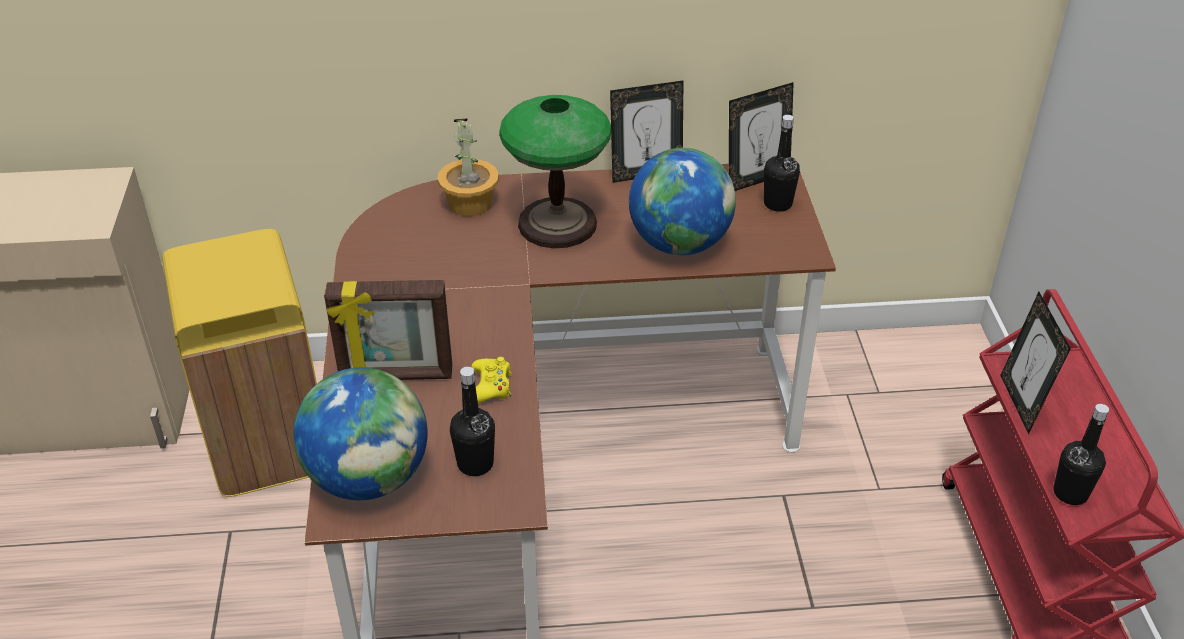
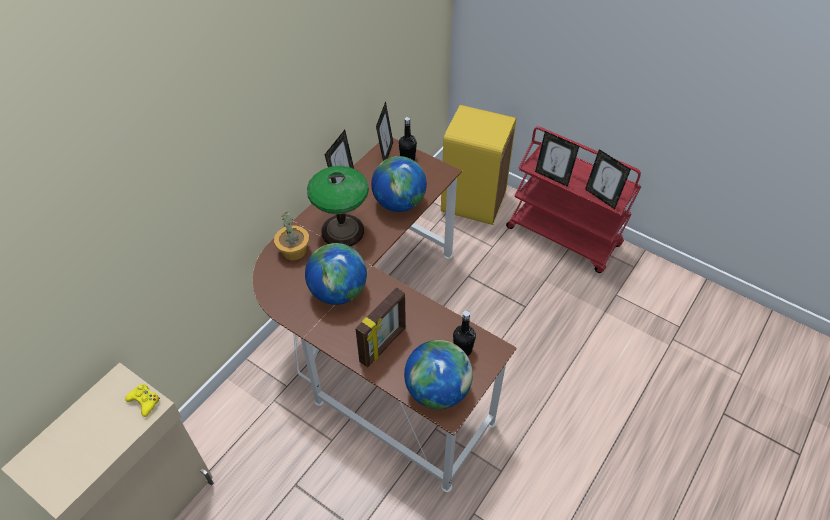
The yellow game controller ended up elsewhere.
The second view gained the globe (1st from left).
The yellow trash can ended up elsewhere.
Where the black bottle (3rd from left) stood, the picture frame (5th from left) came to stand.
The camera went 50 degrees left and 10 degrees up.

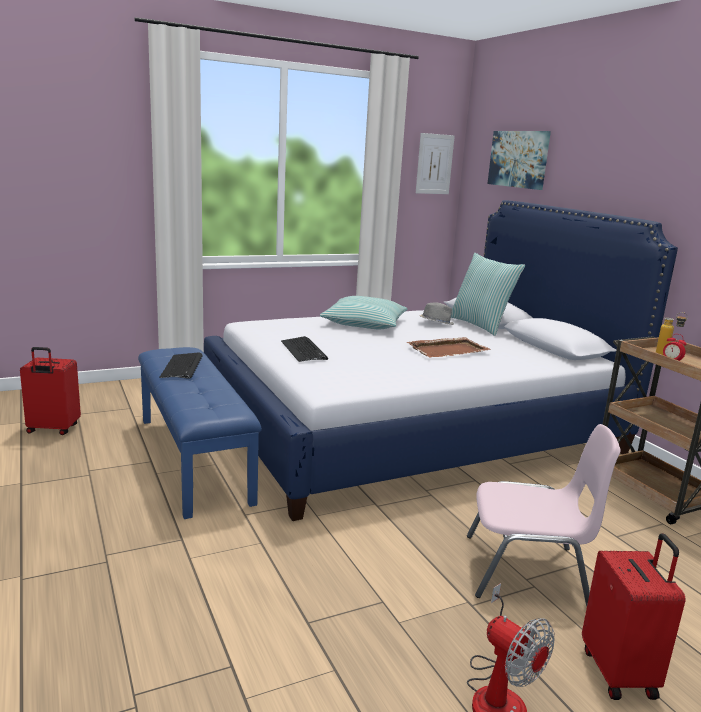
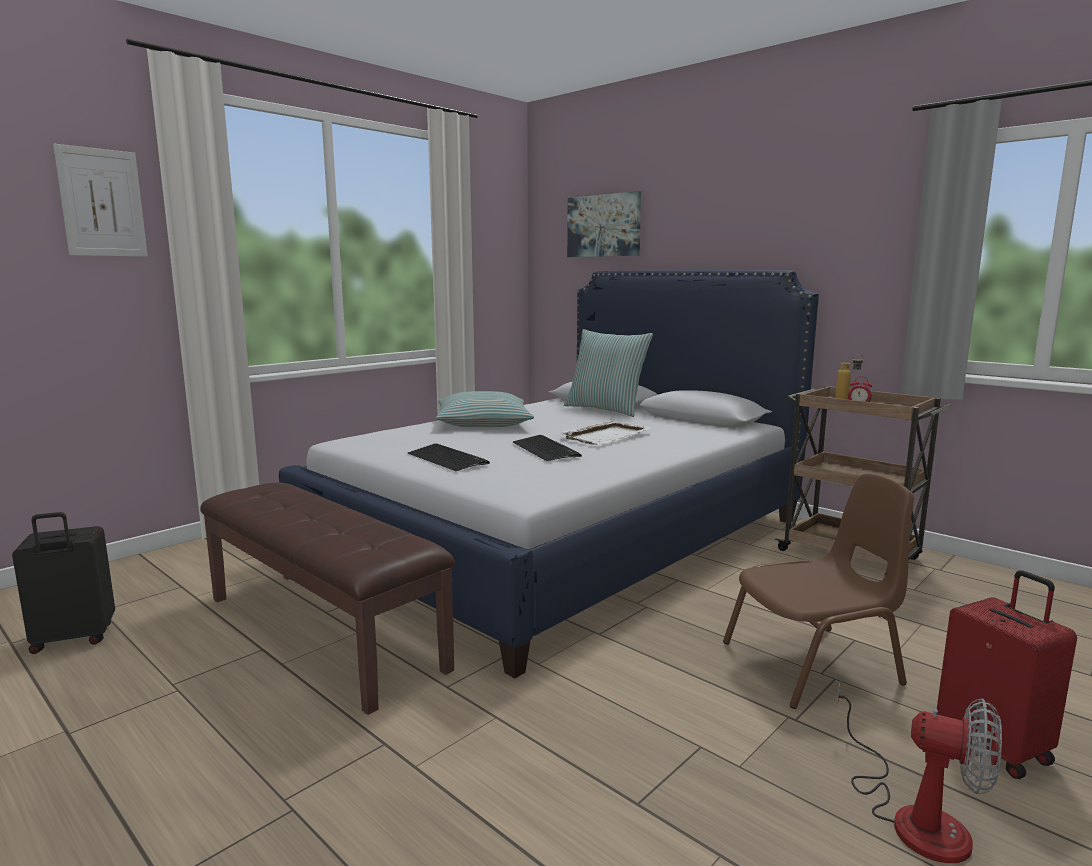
What was the red suitcase (1st from left) turned into the black suitcase.
The picture (1st from left) ended up elsewhere.
What was the blue bench turned into the brown bench.
The keyboard (1st from left in the first image) ended up elsewhere.
What was the brown tray turned into the white tray.
What was the pink chair turned into the brown chair.
The second view lost the grey hat.
The camera went 20 degrees left and 5 degrees down.

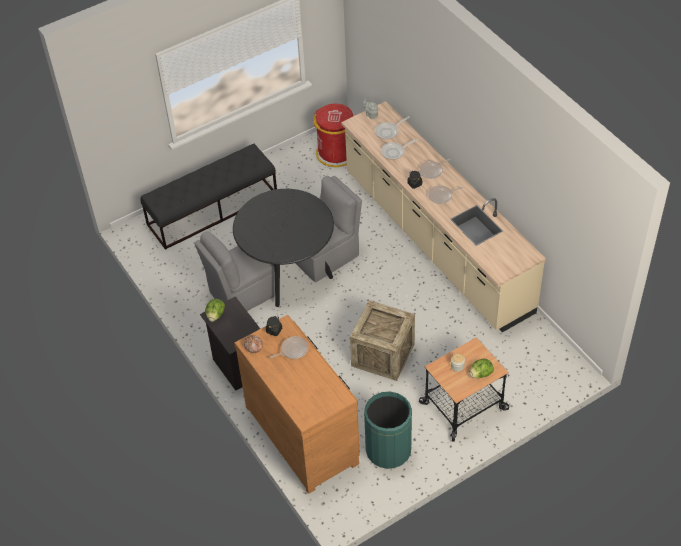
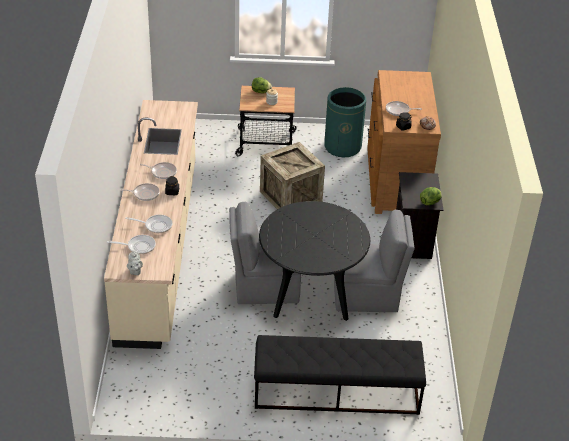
The second view lost the red trash can.
The camera went 150 degrees left and 10 degrees down.

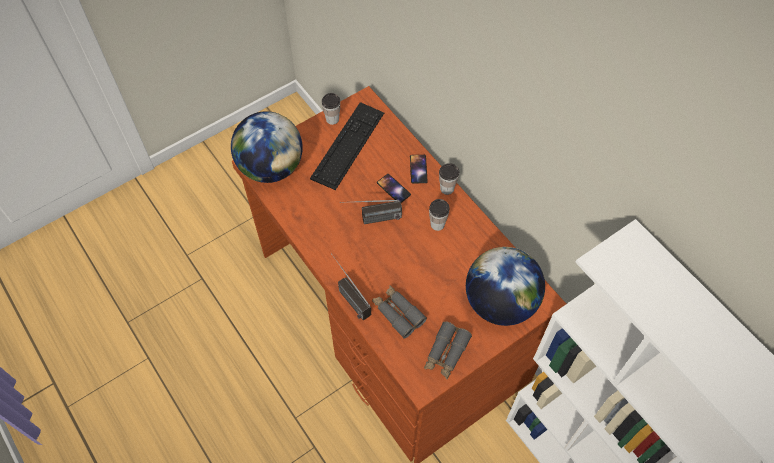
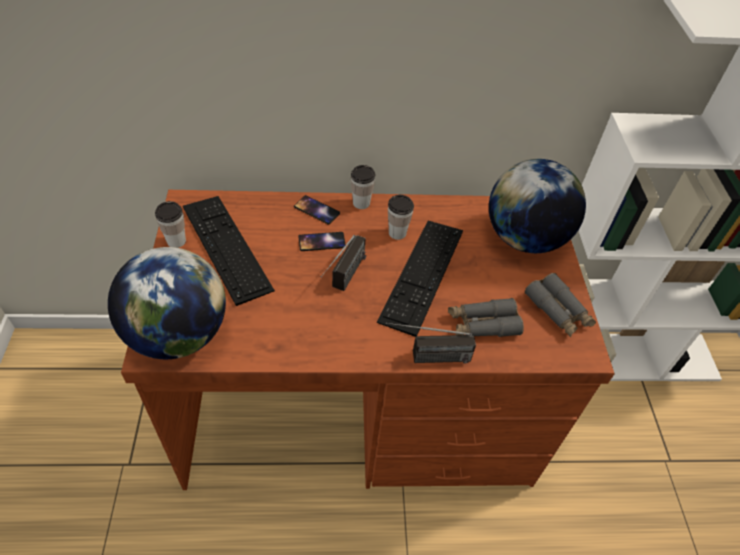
The second view gained the keyboard (2nd from left).
The camera went 60 degrees left and 10 degrees down.

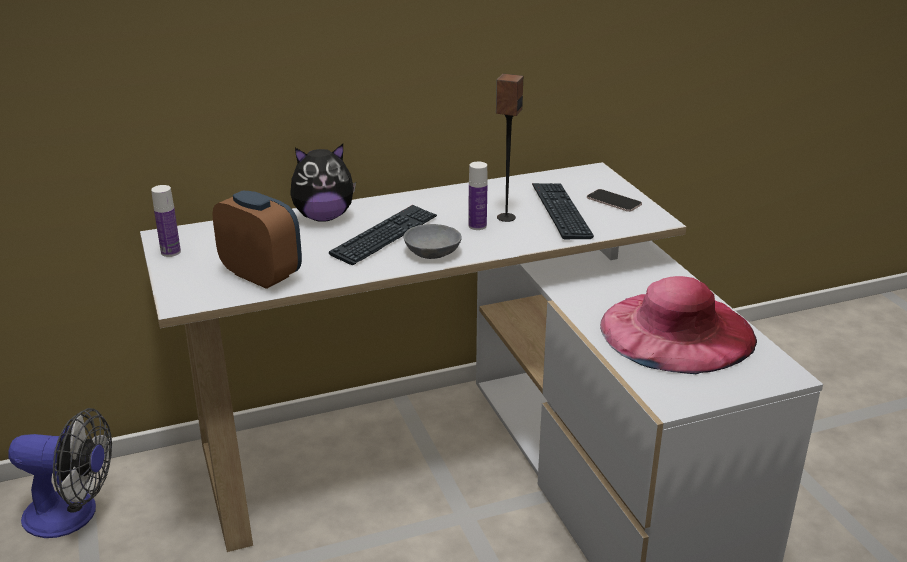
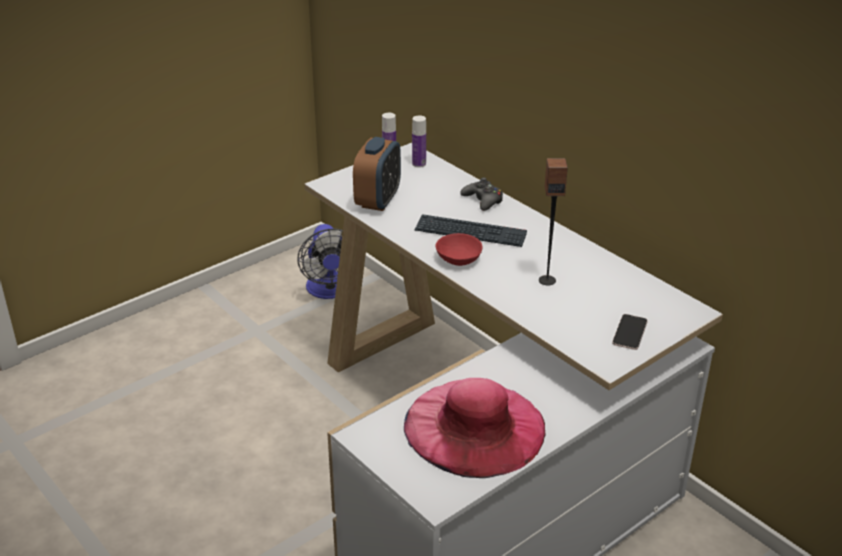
The bottle (2nd from left) ended up elsewhere.
What was the grey bowl turned into the red bowl.
Where the plush toy stood, the black game controller came to stand.
The second view lost the keyboard (2nd from left).
The camera went 70 degrees right and 5 degrees up.

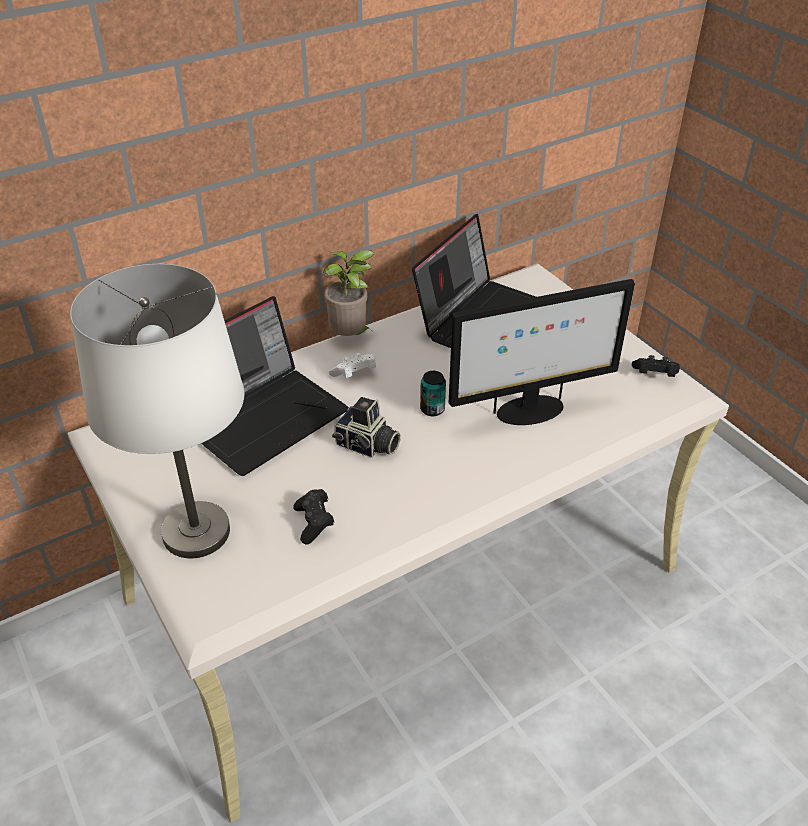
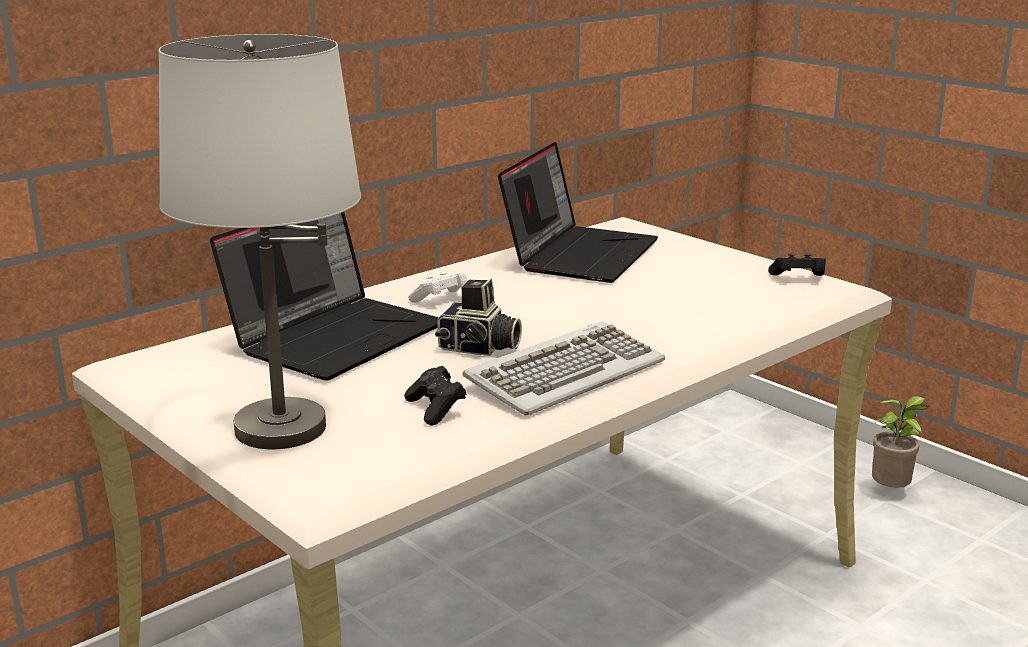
The second view gained the keyboard.
The potted plant ended up elsewhere.
The second view lost the can.
The second view lost the monitor.
The camera went 10 degrees left and 20 degrees down.

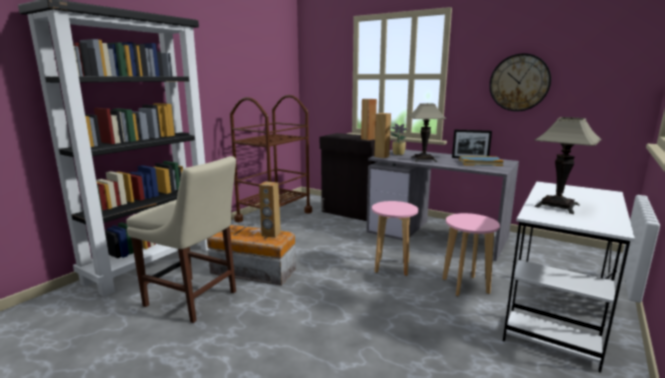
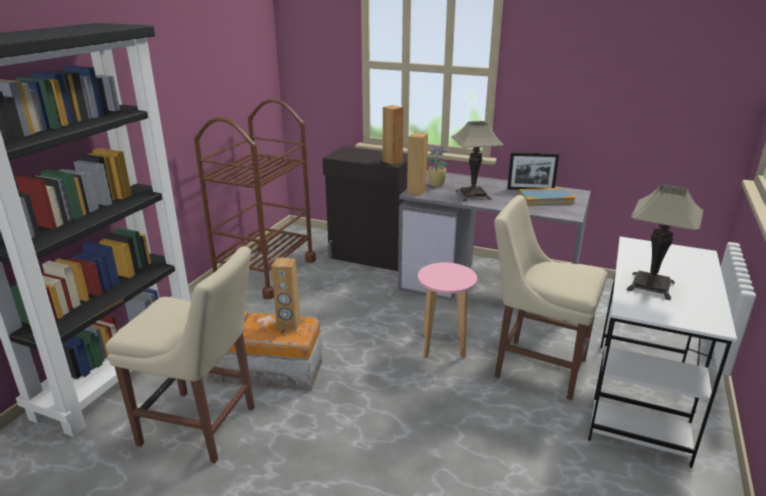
Where the pink stool (2nd from left) stood, the beige chair (2nd from left) came to stand.
The second view lost the wall clock.
The camera went 10 degrees left and 10 degrees up.

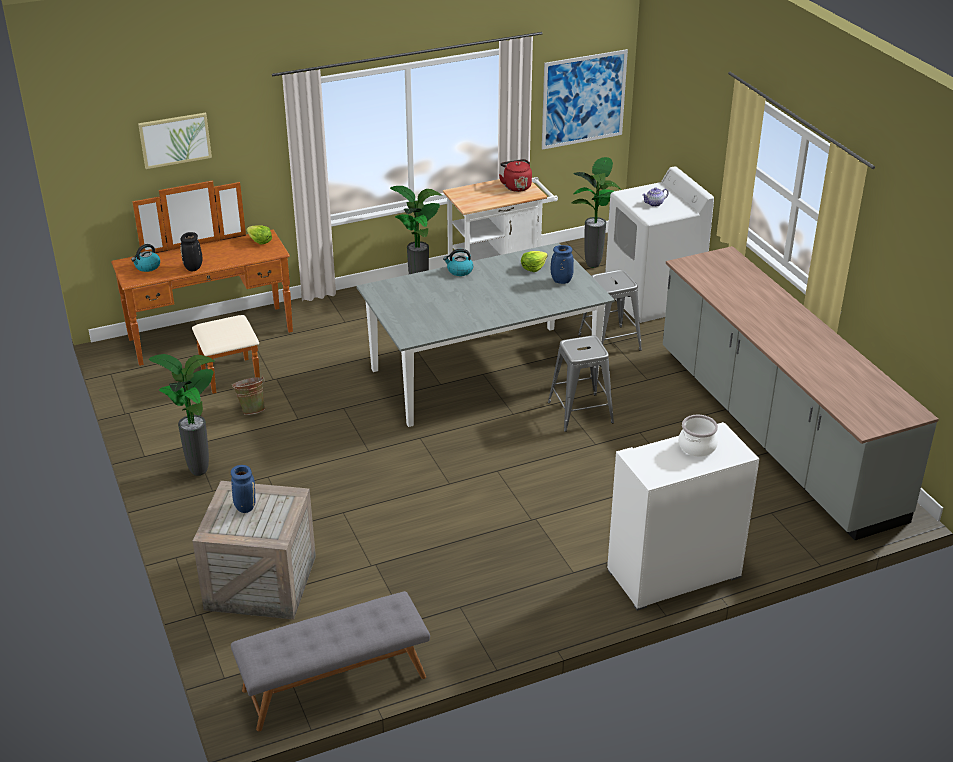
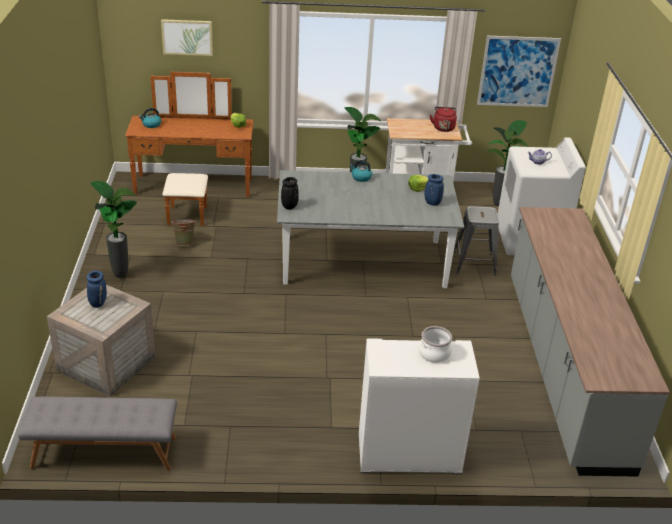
The black vase ended up elsewhere.
The second view lost the grey stool (1st from left).
The camera went 20 degrees right and 0 degrees up.

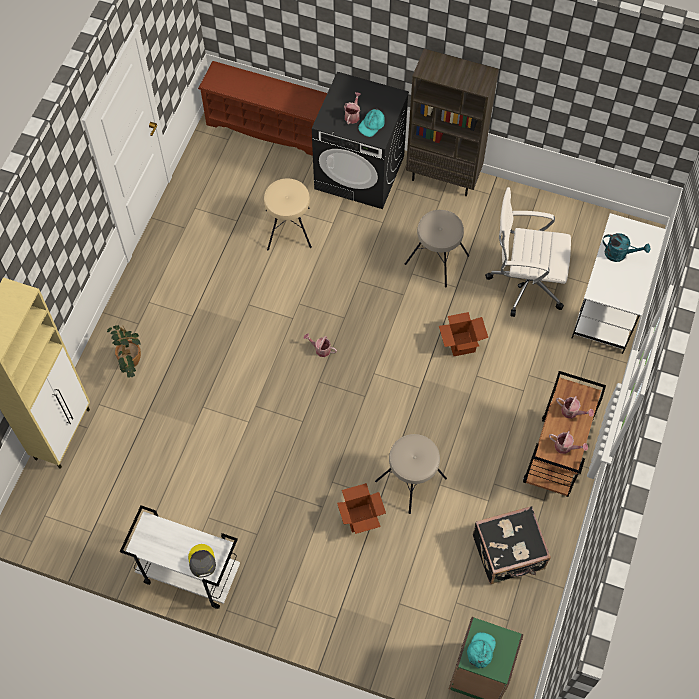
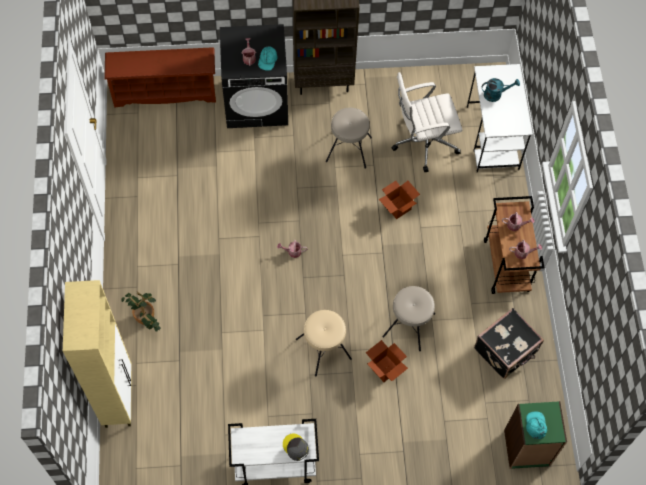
The beige stool (1st from left) ended up elsewhere.
The camera went 25 degrees left and 0 degrees up.

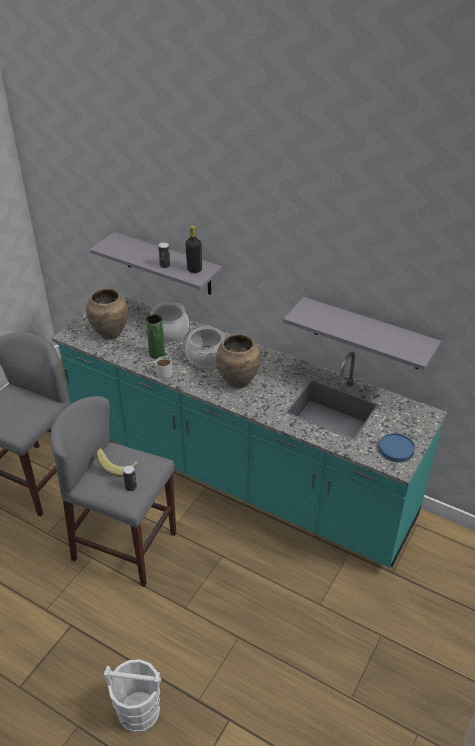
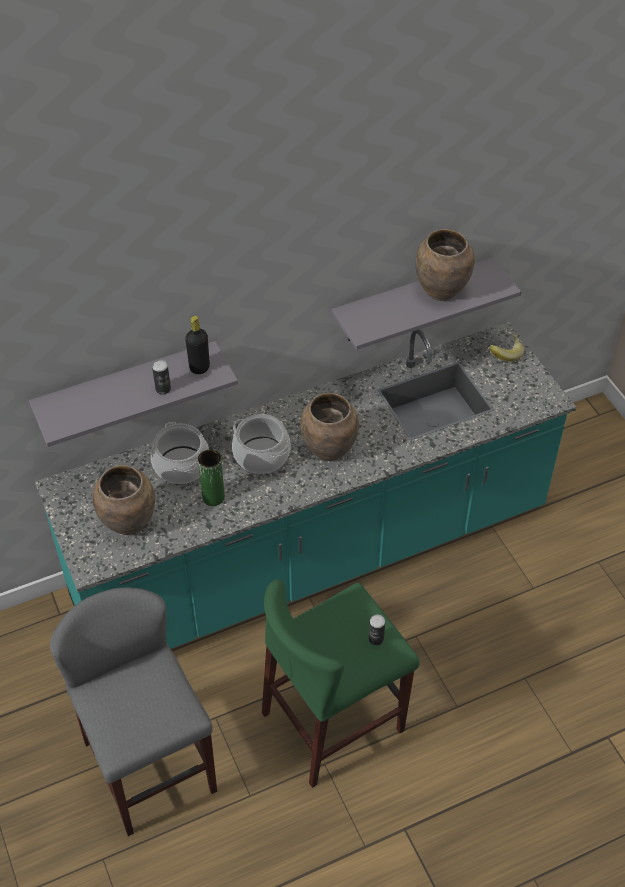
What was the grey stool (2nd from left) turned into the green stool.
The second view gained the brown vase (3rd from left).
The banana ended up elsewhere.
The second view lost the white bucket.
The second view lost the white mug.
The second view lost the blue plate.
The camera went 55 degrees left and 10 degrees up.

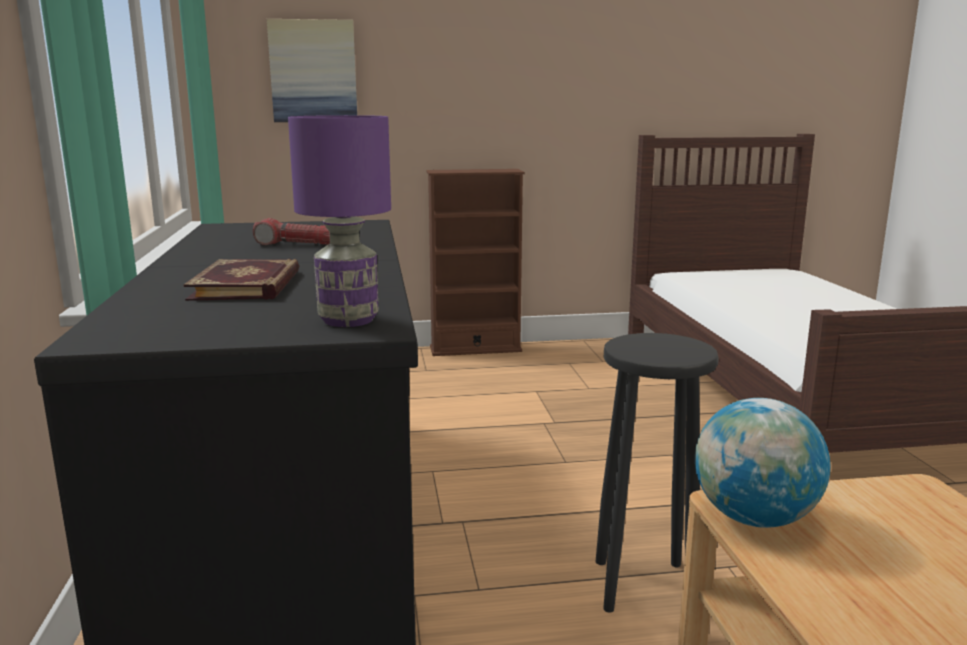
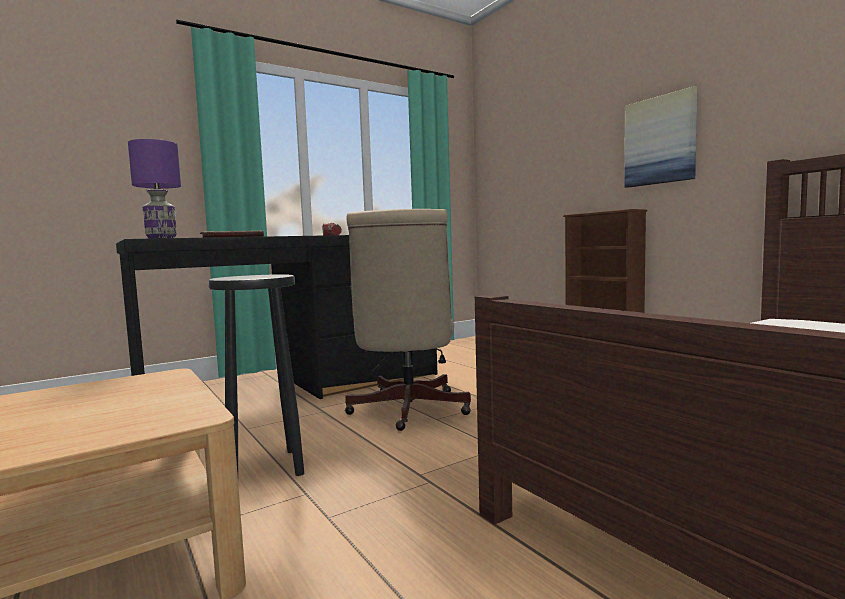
The second view gained the beige office chair.
The picture ended up elsewhere.
The second view lost the globe.
The camera went 65 degrees right and 10 degrees down.

